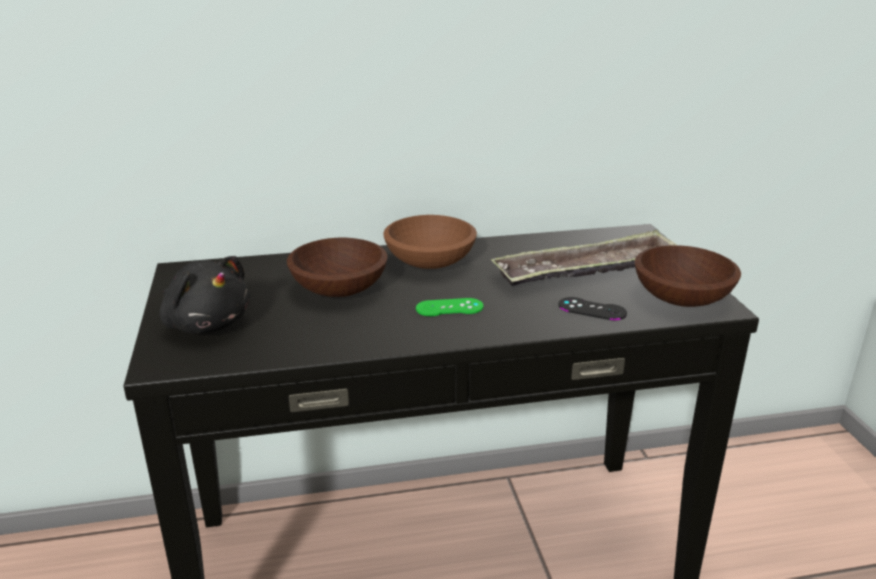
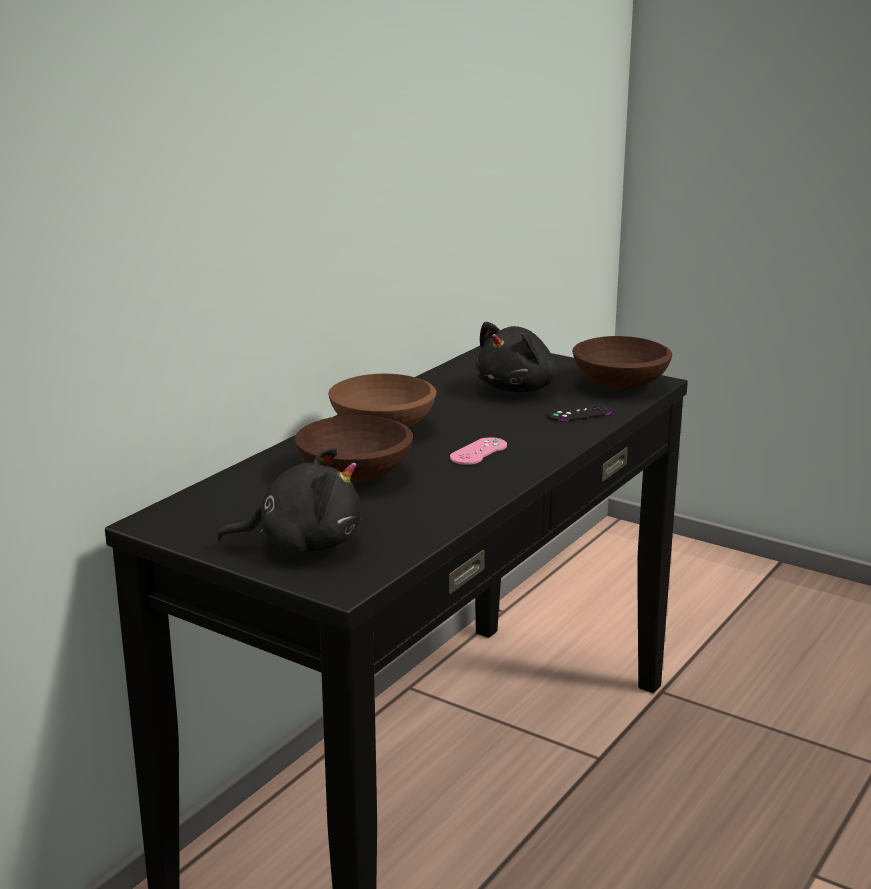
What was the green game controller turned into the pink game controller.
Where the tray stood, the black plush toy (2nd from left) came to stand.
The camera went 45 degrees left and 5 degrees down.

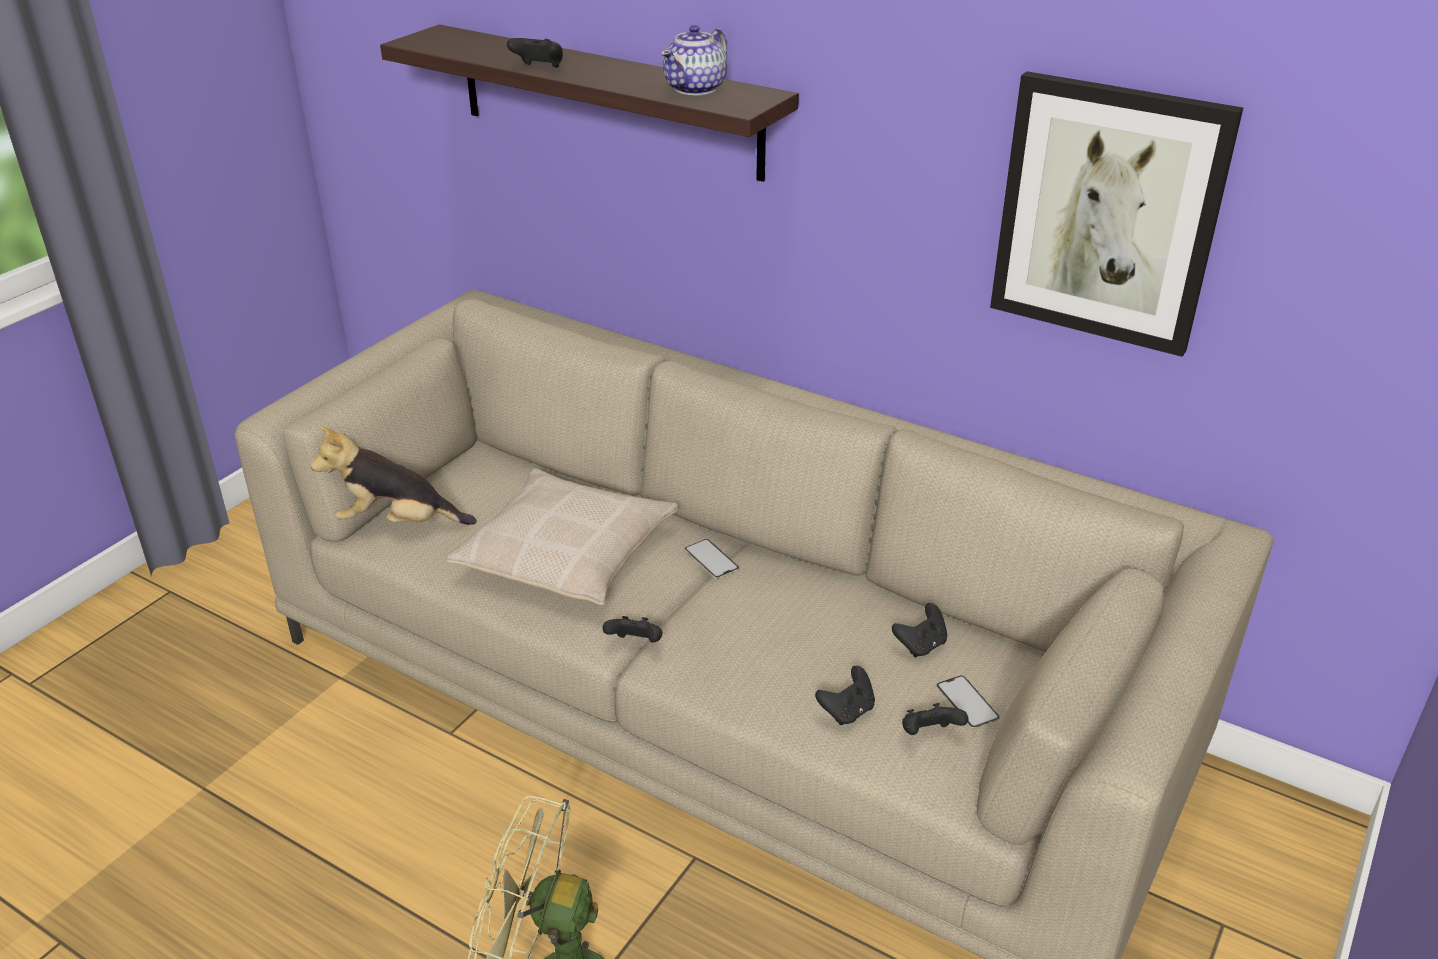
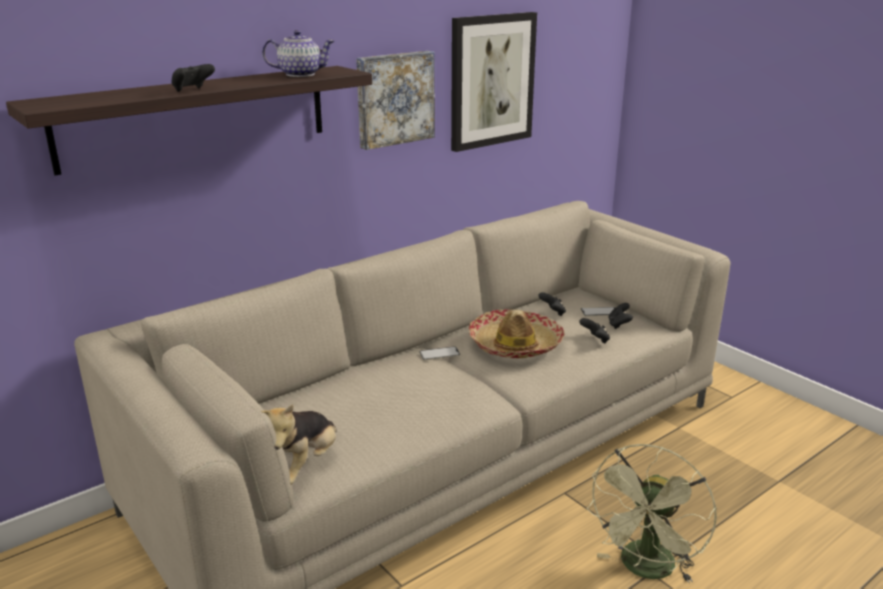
The teapot ended up facing another way, 60 degrees counterclockwise from before.
The second view gained the picture (1st from left).
The second view gained the hat.
The second view lost the beige pillow.
The second view lost the black game controller (2nd from left).
The camera went 70 degrees left and 10 degrees down.

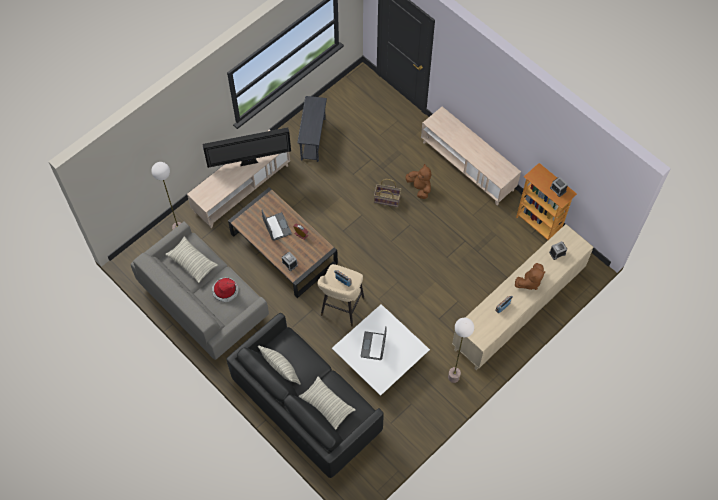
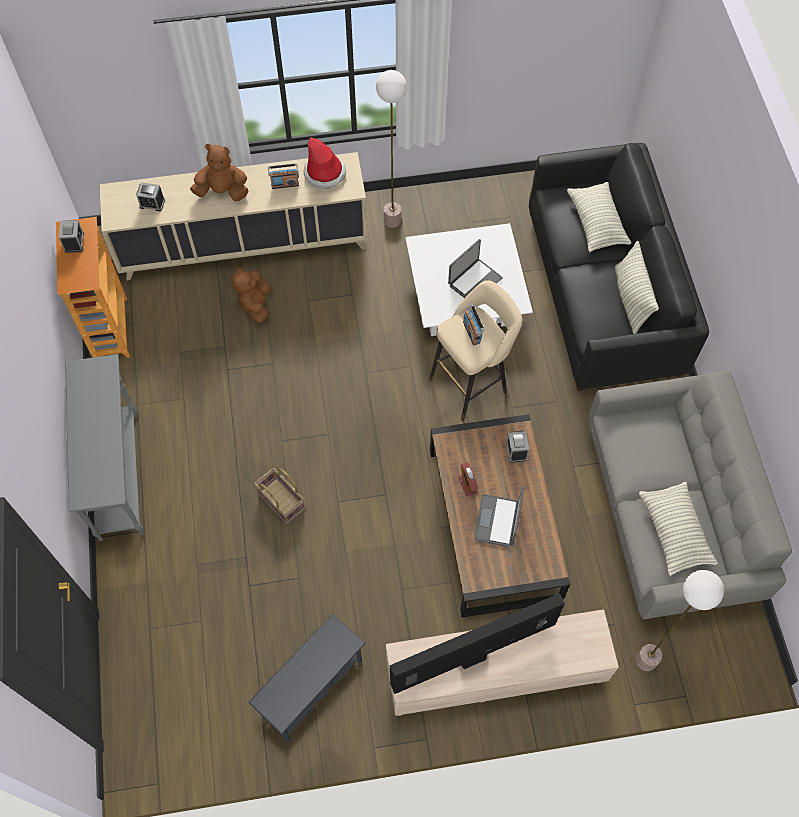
Where the beige tv stand (2nd from left) stood, the grey console table came to stand.
The brown plush toy (1st from left in the first image) ended up elsewhere.
The hat ended up elsewhere.
The television ended up facing another way, 45 degrees counterclockwise from before.
The camera went 145 degrees left and 0 degrees up.

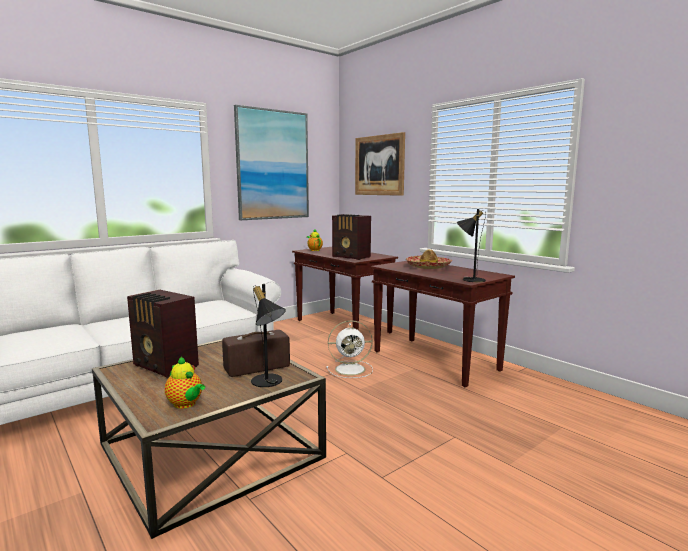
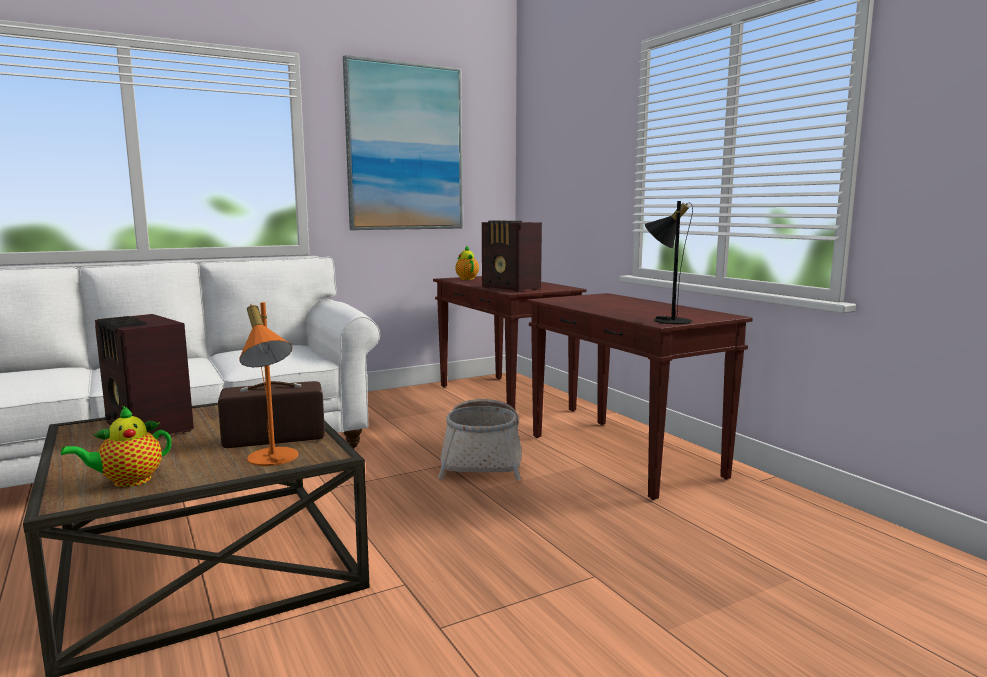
The teapot (1st from left) ended up facing another way, 90 degrees clockwise from before.
What was the black table lamp (1st from left) turned into the orange table lamp.
Where the white fan stood, the basket came to stand.
The second view lost the picture (2nd from left).
The second view lost the hat.
The camera went 10 degrees right and 0 degrees up.

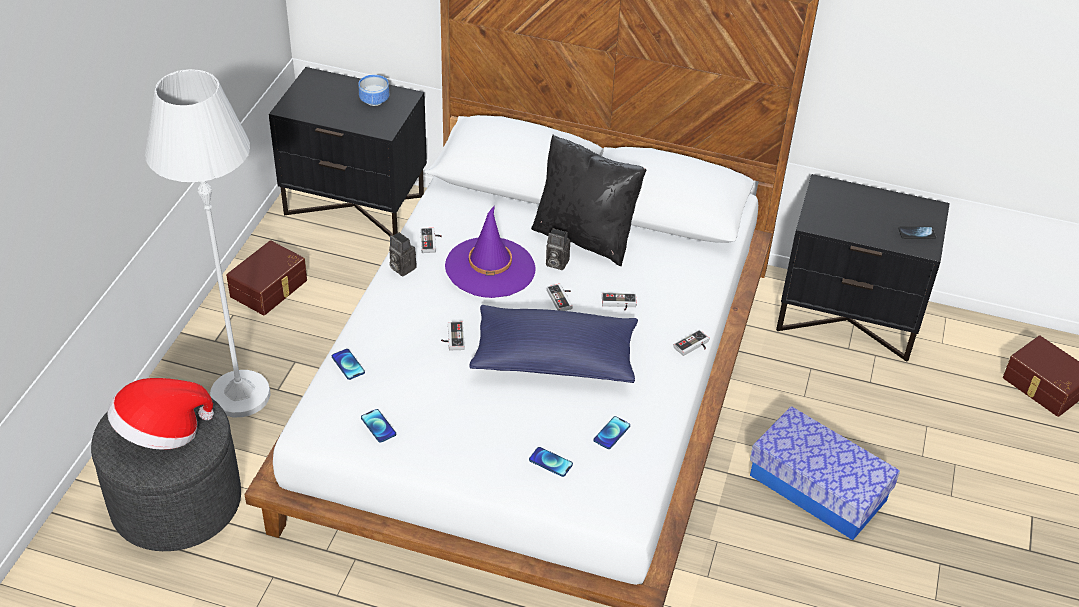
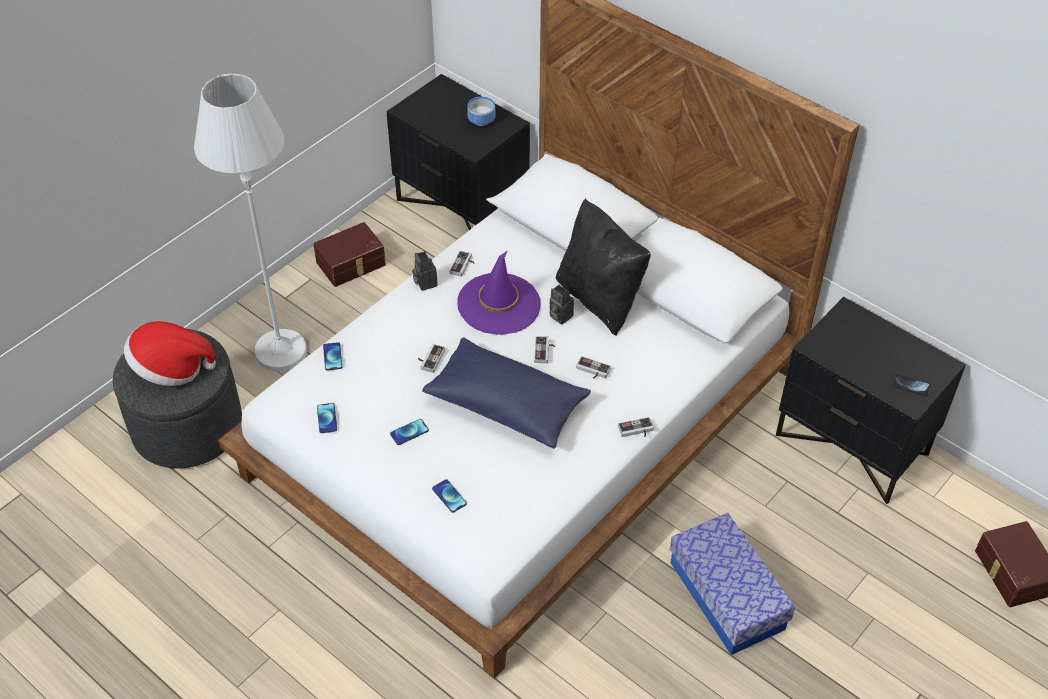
The phone (4th from left in the first image) ended up elsewhere.
The camera went 25 degrees right and 5 degrees up.

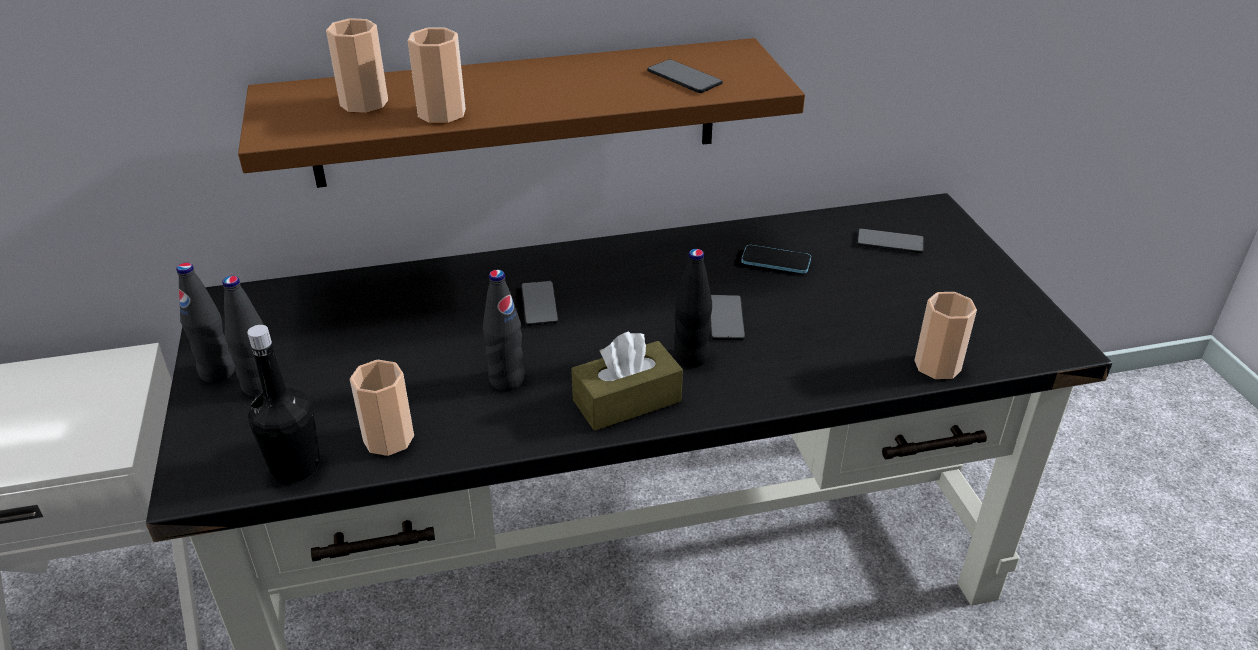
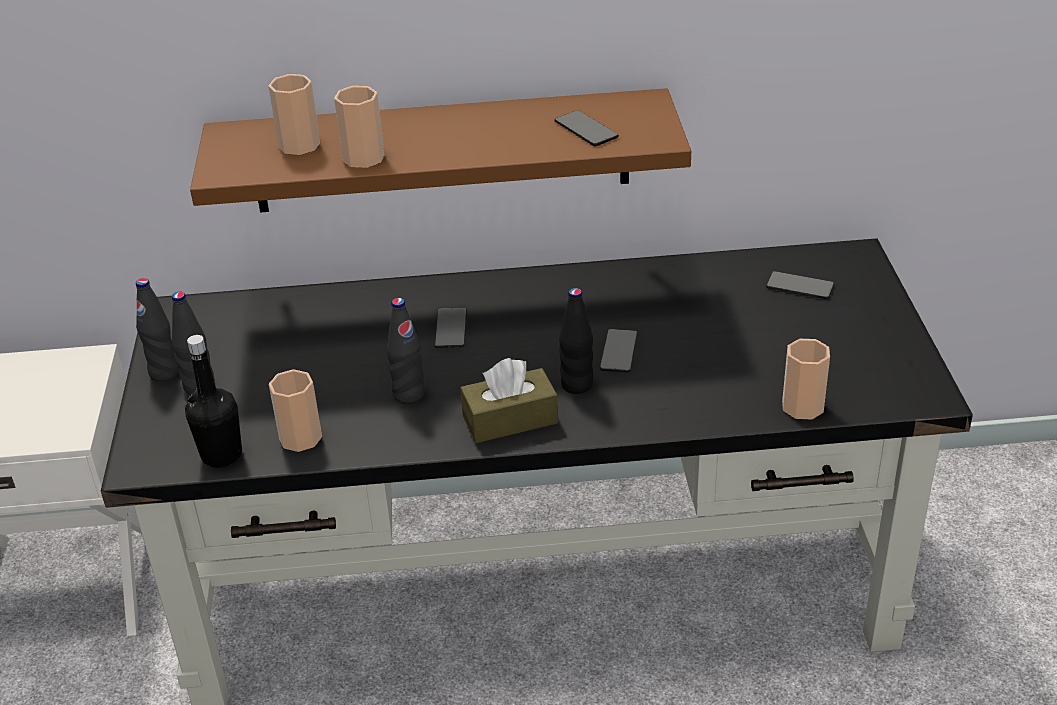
The second view lost the phone (4th from left).
The camera went 10 degrees right and 0 degrees up.

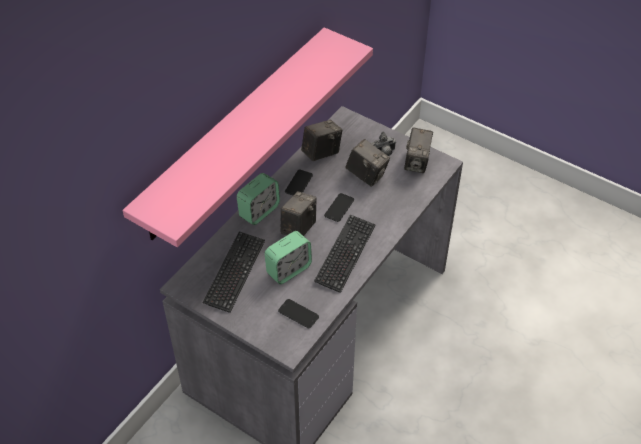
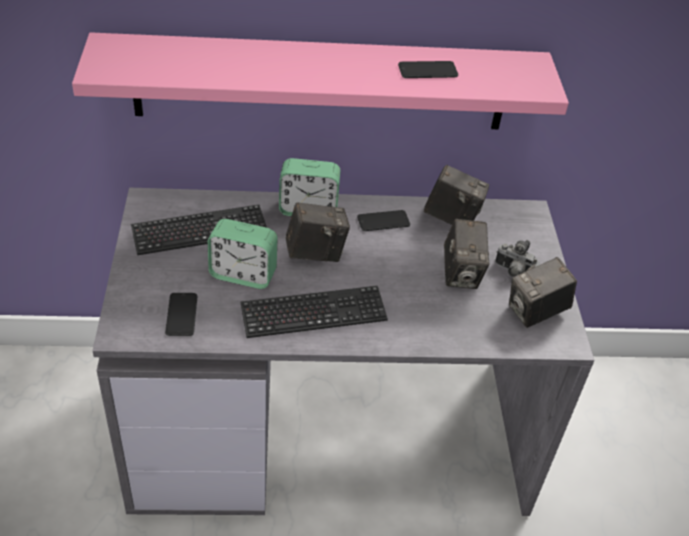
The phone (3rd from left) ended up elsewhere.
The camera went 50 degrees right and 5 degrees down.

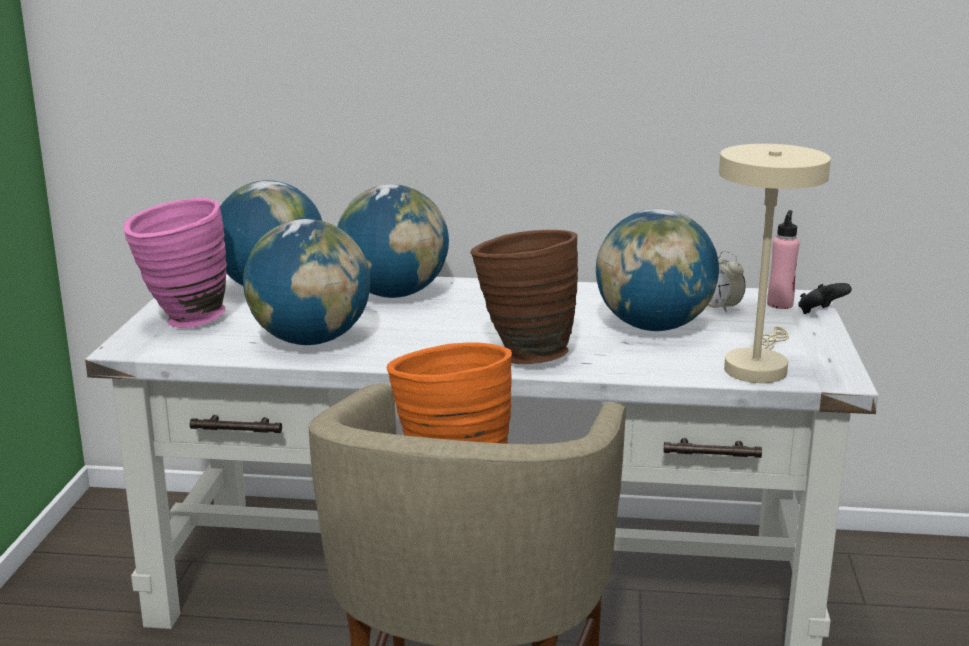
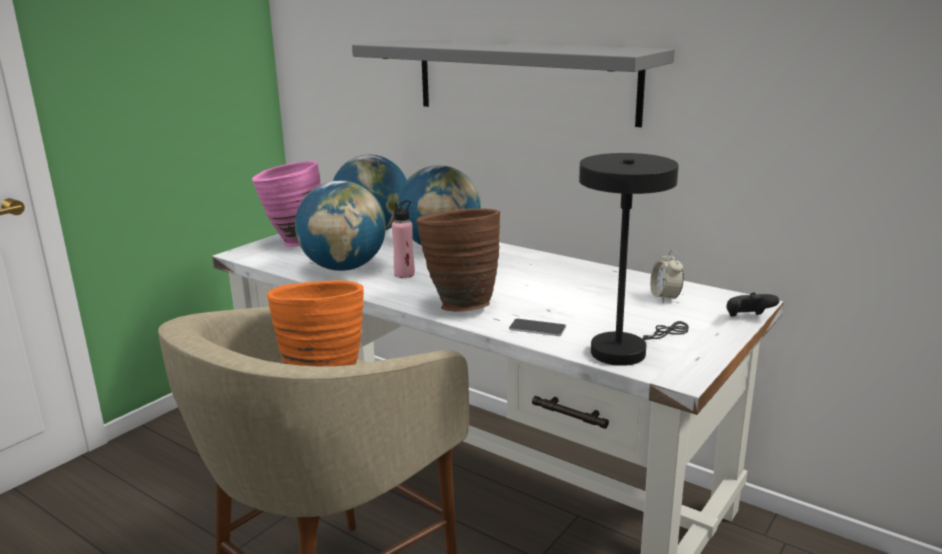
The second view gained the grey shelf.
The pink bottle ended up elsewhere.
The second view gained the phone.
What was the beige table lamp turned into the black table lamp.
The second view lost the globe (4th from left).
The camera went 30 degrees right and 0 degrees up.

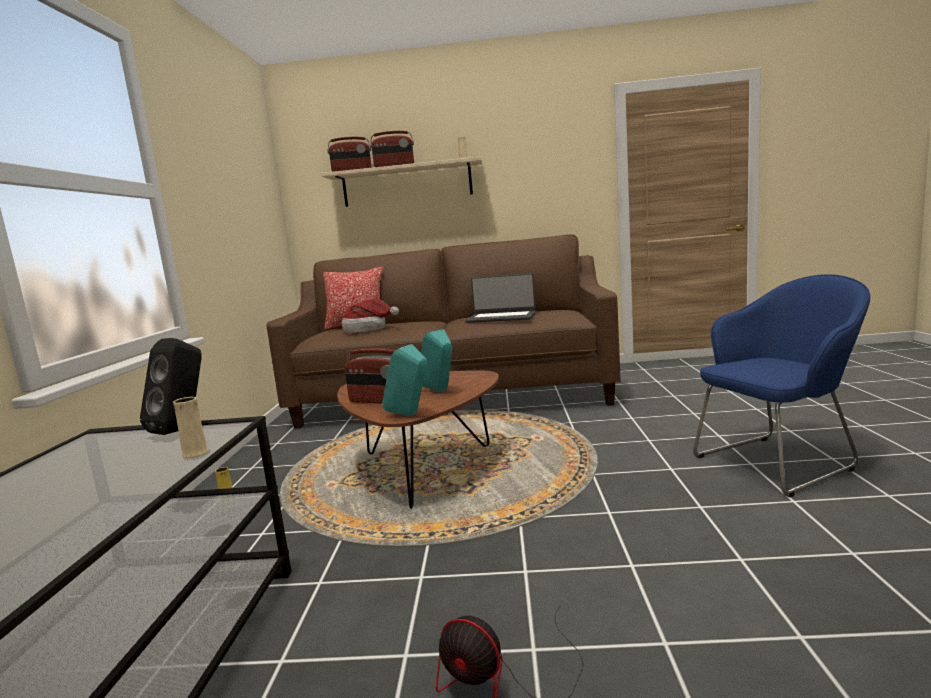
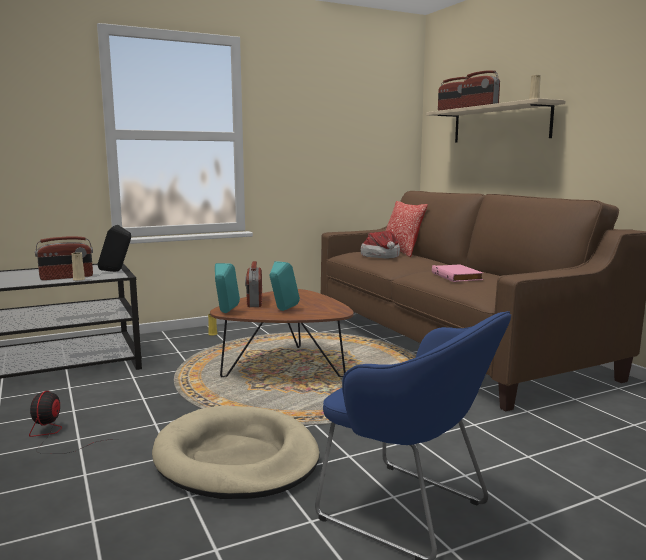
The second view gained the radio (1st from left).
The second view gained the beige dog bed.
Where the laptop stood, the pink book came to stand.
The camera went 60 degrees right and 0 degrees up.

